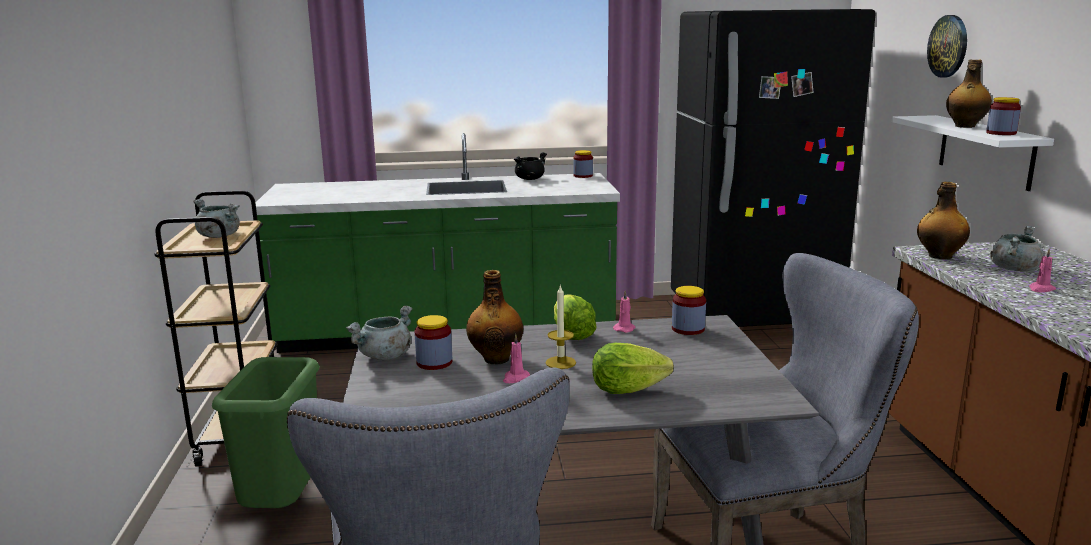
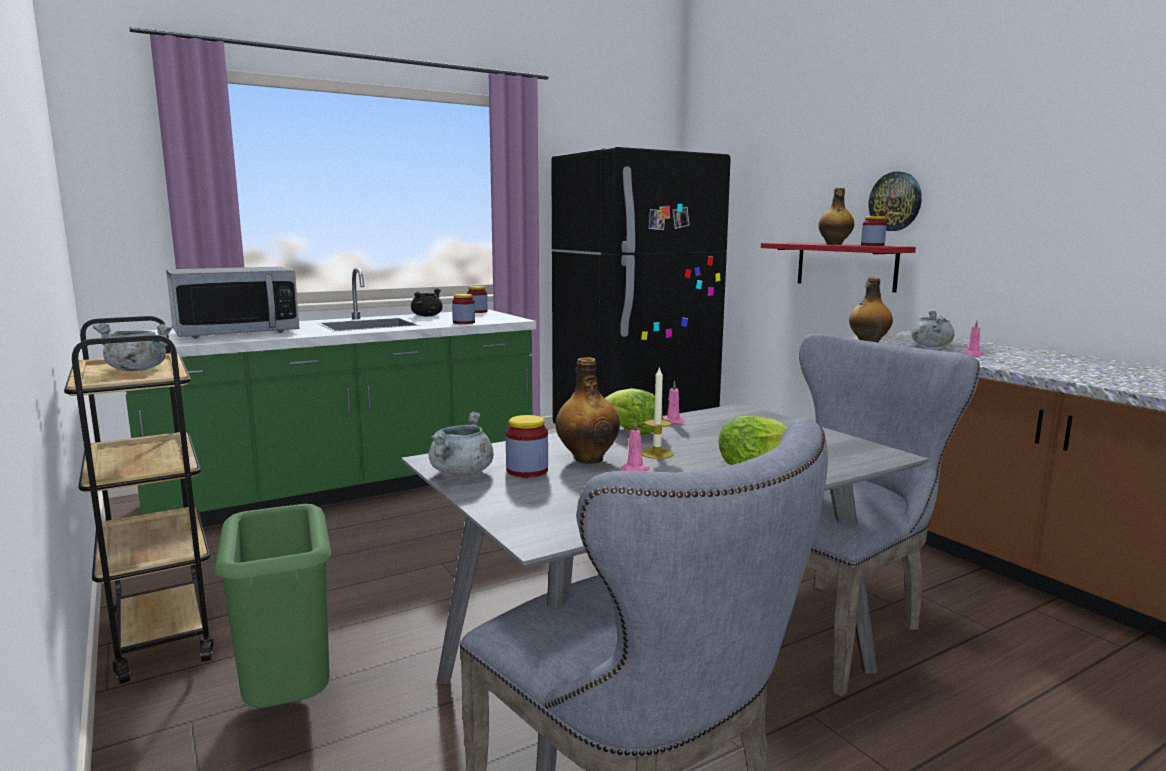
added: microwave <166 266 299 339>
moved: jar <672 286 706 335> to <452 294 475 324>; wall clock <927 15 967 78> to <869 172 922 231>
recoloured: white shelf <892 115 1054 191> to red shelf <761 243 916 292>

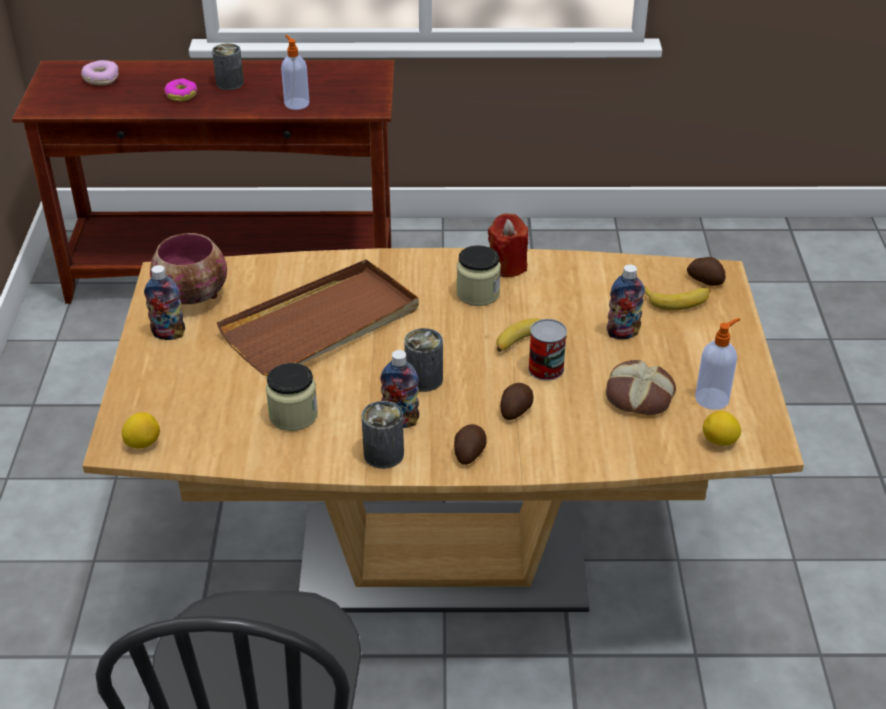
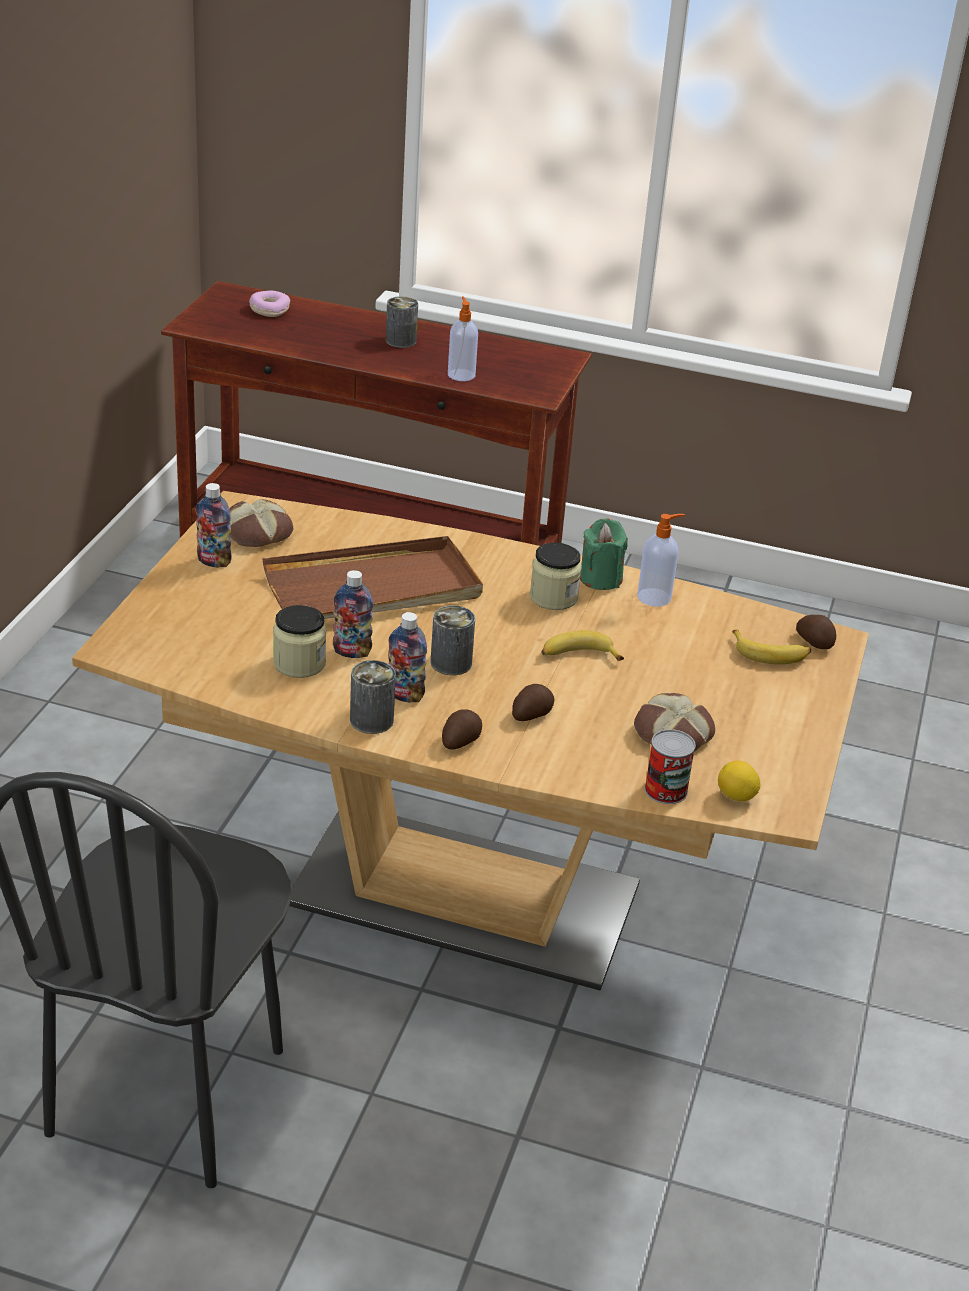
removed: lemon <122 412 160 448>; donut <165 79 197 101>
moved: can <528 319 567 381> to <645 729 696 804>; bottle <607 264 645 339> to <333 570 373 658>; soap dispenser <695 318 740 410> to <637 514 685 607>
replaced: bowl <150 233 227 304> to bread <229 499 293 547>
recoloured: red candle <488 213 528 277> to green candle <580 518 628 590>

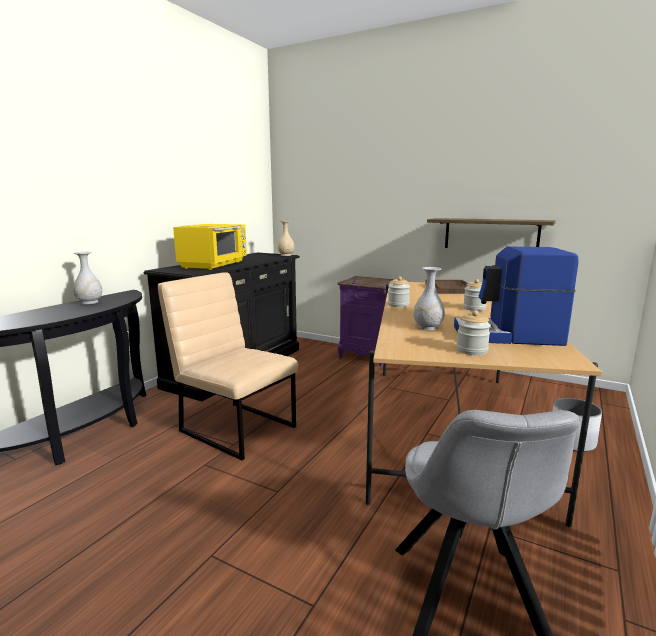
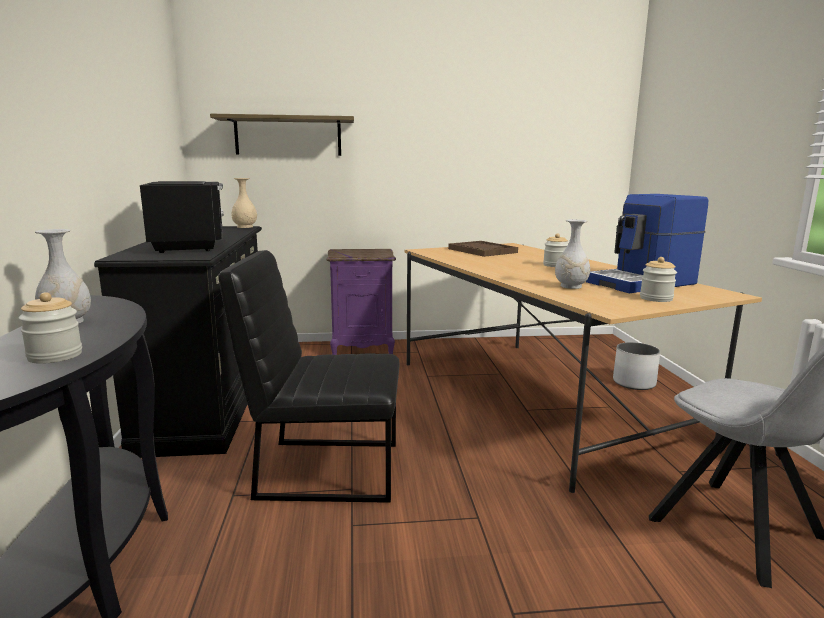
moved: jar <388 276 410 307> to <19 292 82 364>; shelf <427 218 556 248> to <210 114 354 156>
recoloured: beige chair <158 272 298 460> to black chair <218 250 399 503>; yellow microwave <173 224 247 270> to black microwave <140 181 224 253>

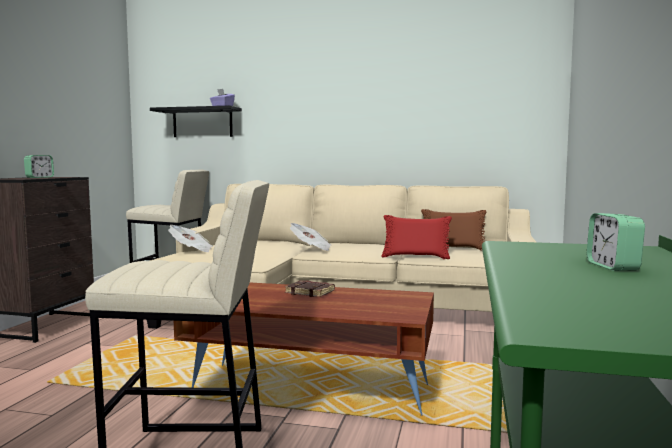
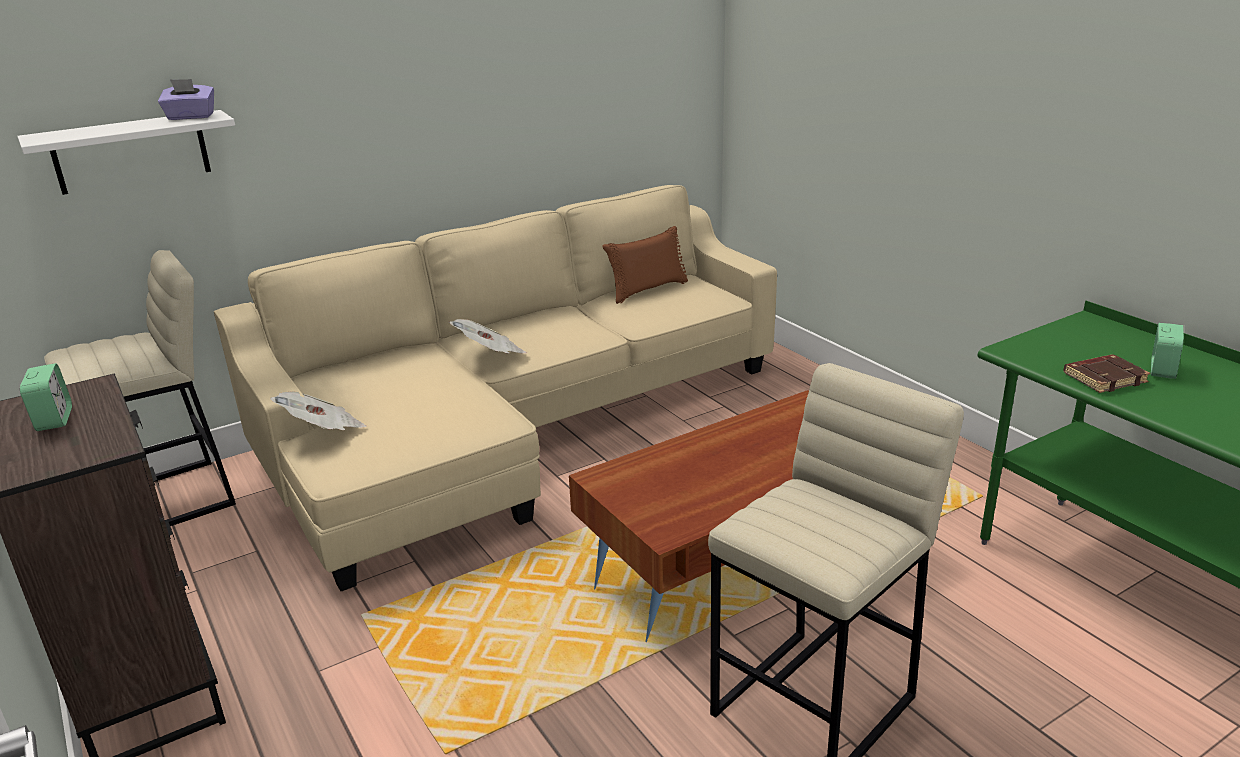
removed: red pillow <382 215 452 260>
moved: brown book <285 280 335 297> to <1064 354 1150 393>
recoloured: black shelf <150 106 242 137> to white shelf <17 110 235 195>
turned: alarm clock <587 213 645 271> = <1151 323 1184 379> 105 degrees counterclockwise

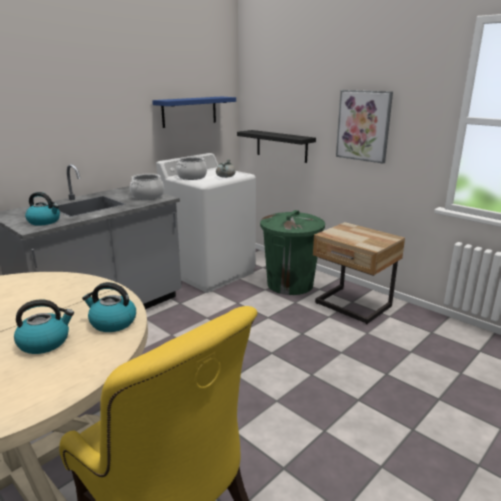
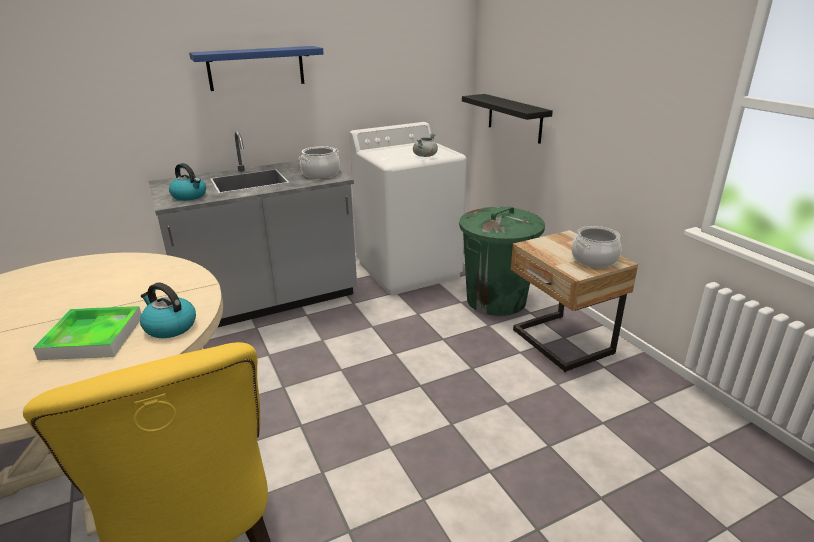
removed: picture <336 90 393 164>
moved: blue shelf <152 97 236 128> to <189 46 324 91>; cooking pot <176 157 207 180> to <571 226 621 268>
replaced: kettle <14 299 74 354> to tray <33 306 141 360>

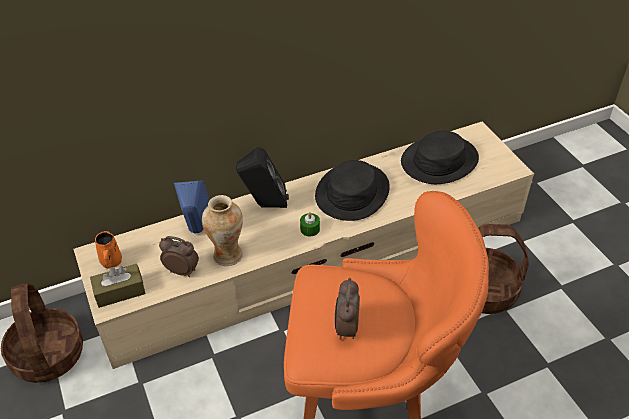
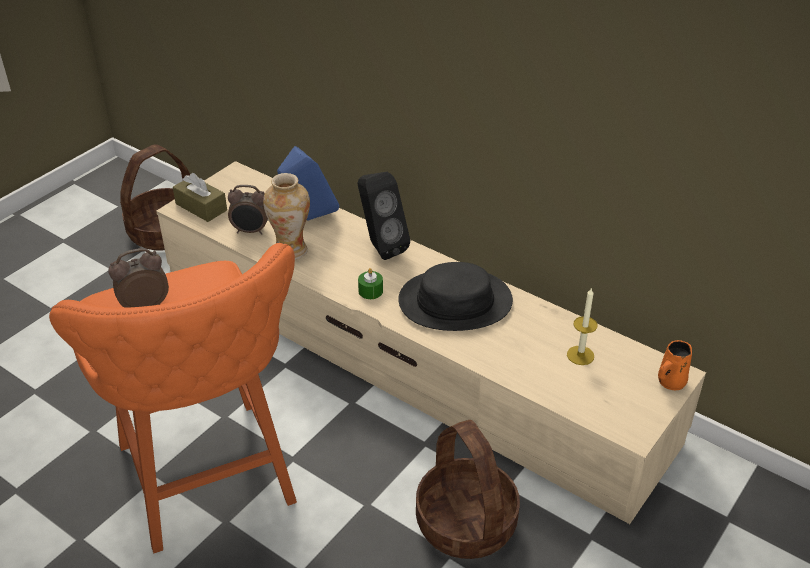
moved: orange mug <95 231 122 268> to <658 340 692 390>
replaced: black hat <401 131 479 184> to candle <567 287 598 365>
turned: alarm clock <159 236 199 277> = <228 185 268 235> 105 degrees clockwise

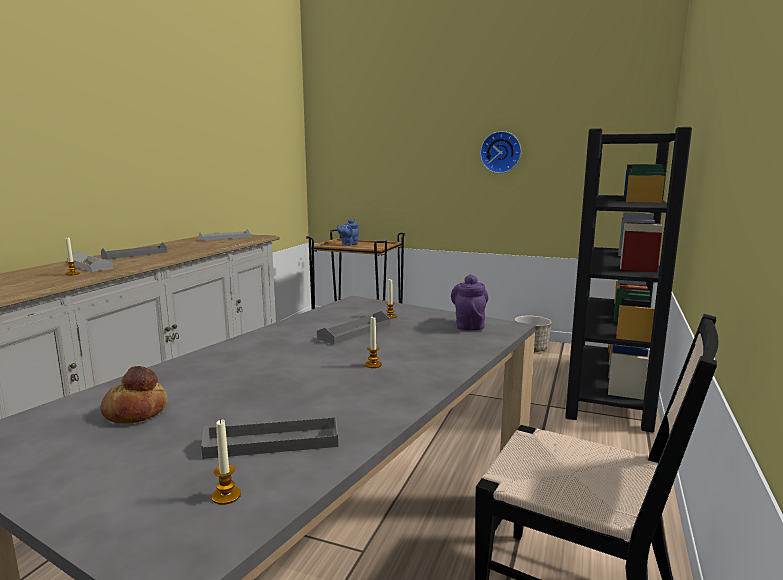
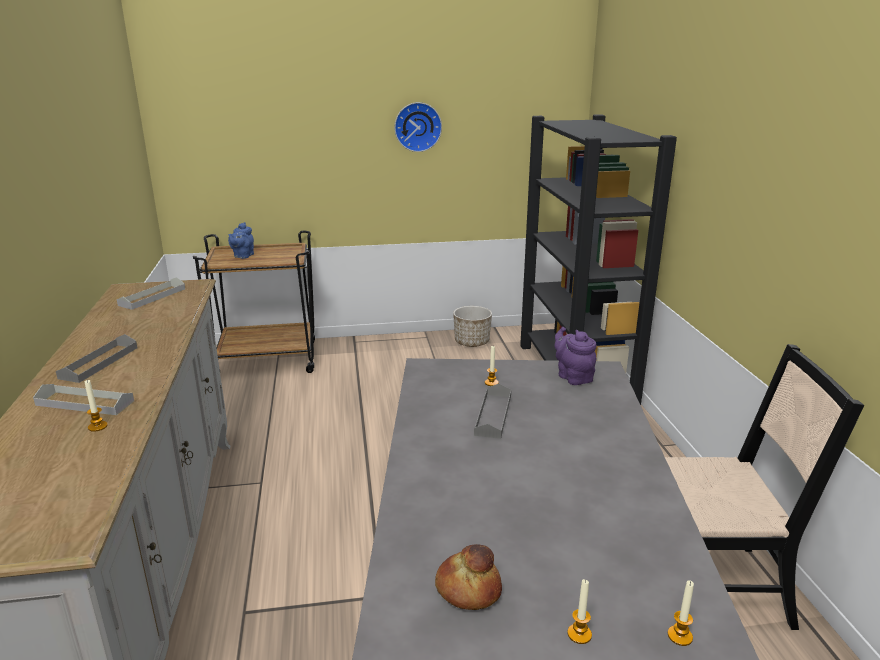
removed: grey tray <201 416 338 459>
moved: candle <365 317 382 368> to <567 579 592 644>

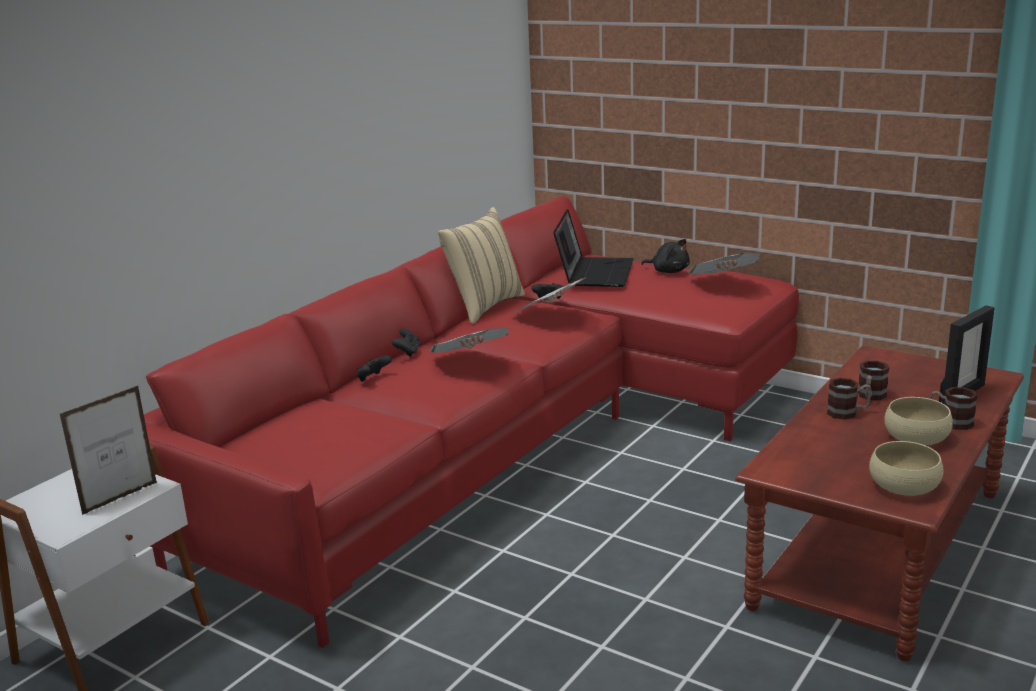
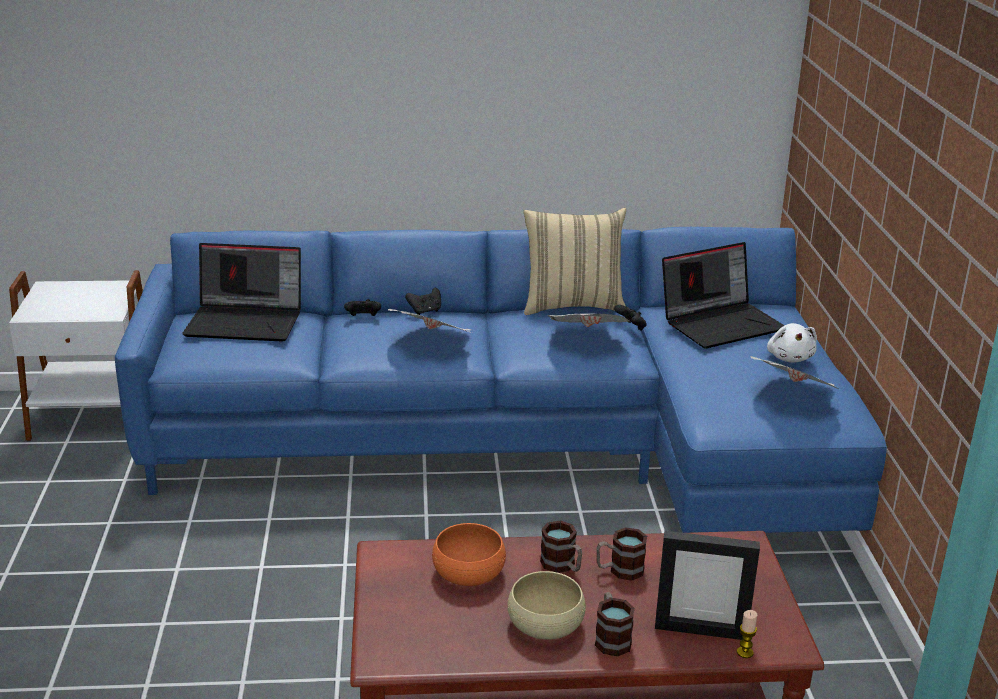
removed: picture frame <60 386 157 515>; beige bowl <869 441 944 496>
added: laptop <182 243 301 342>; orange bowl <432 523 506 586>; candle <737 610 757 658>
recoloured: red sofa <144 196 799 648> to blue sofa <115 227 887 533>; black plush toy <642 239 690 273> to white plush toy <767 323 817 362>

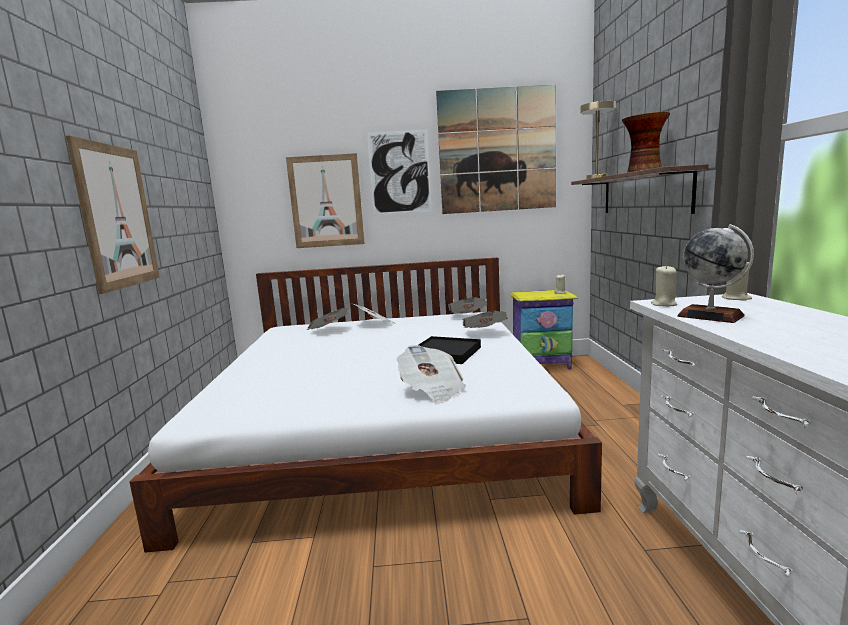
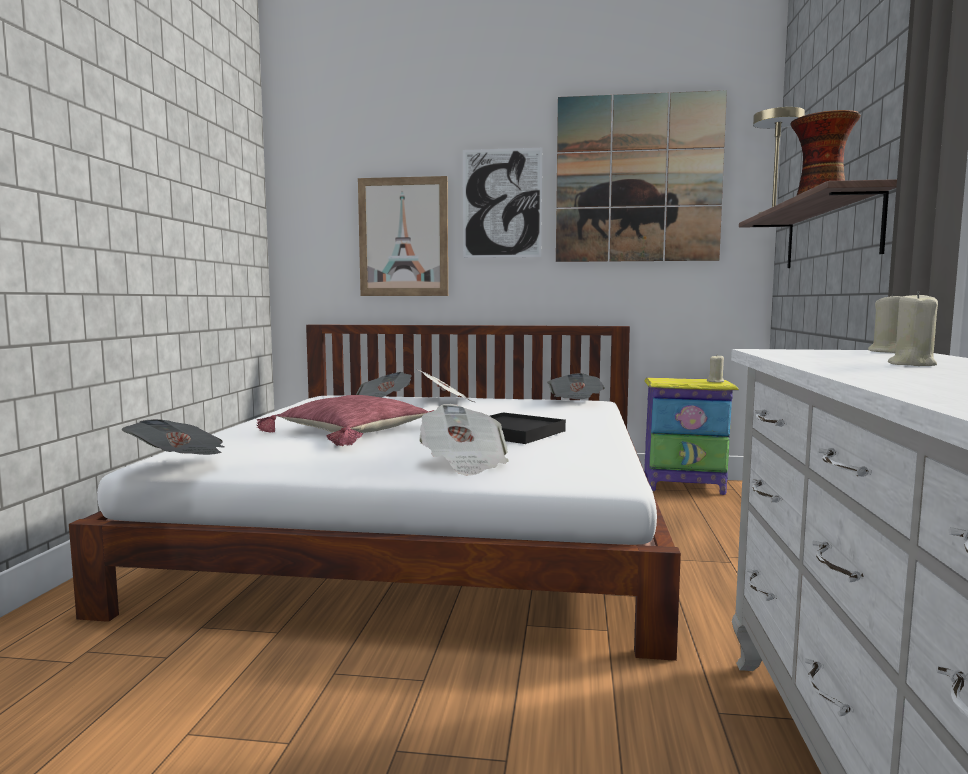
removed: picture <66 136 160 294>; globe <677 224 754 323>
added: red pillow <257 395 434 446>
moved: newspaper <463 311 508 328> to <122 419 225 455>; beige candle <651 265 677 307> to <888 291 938 366>

